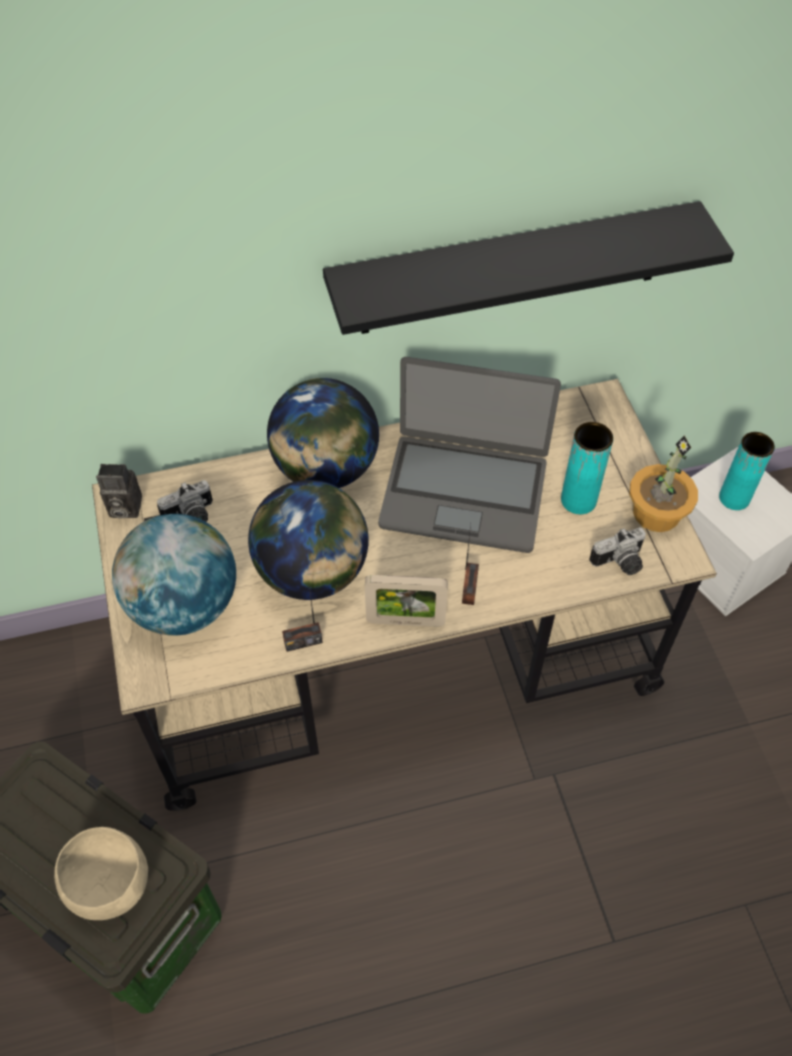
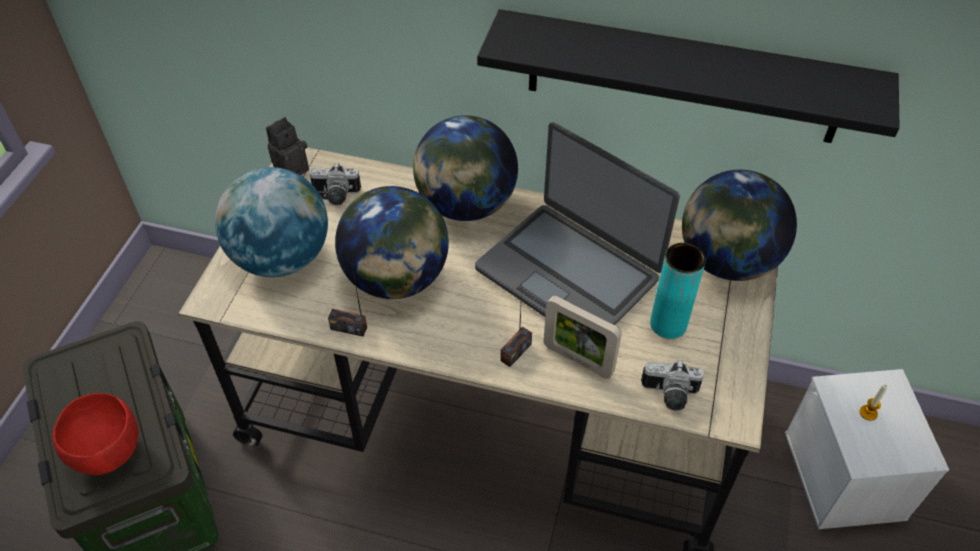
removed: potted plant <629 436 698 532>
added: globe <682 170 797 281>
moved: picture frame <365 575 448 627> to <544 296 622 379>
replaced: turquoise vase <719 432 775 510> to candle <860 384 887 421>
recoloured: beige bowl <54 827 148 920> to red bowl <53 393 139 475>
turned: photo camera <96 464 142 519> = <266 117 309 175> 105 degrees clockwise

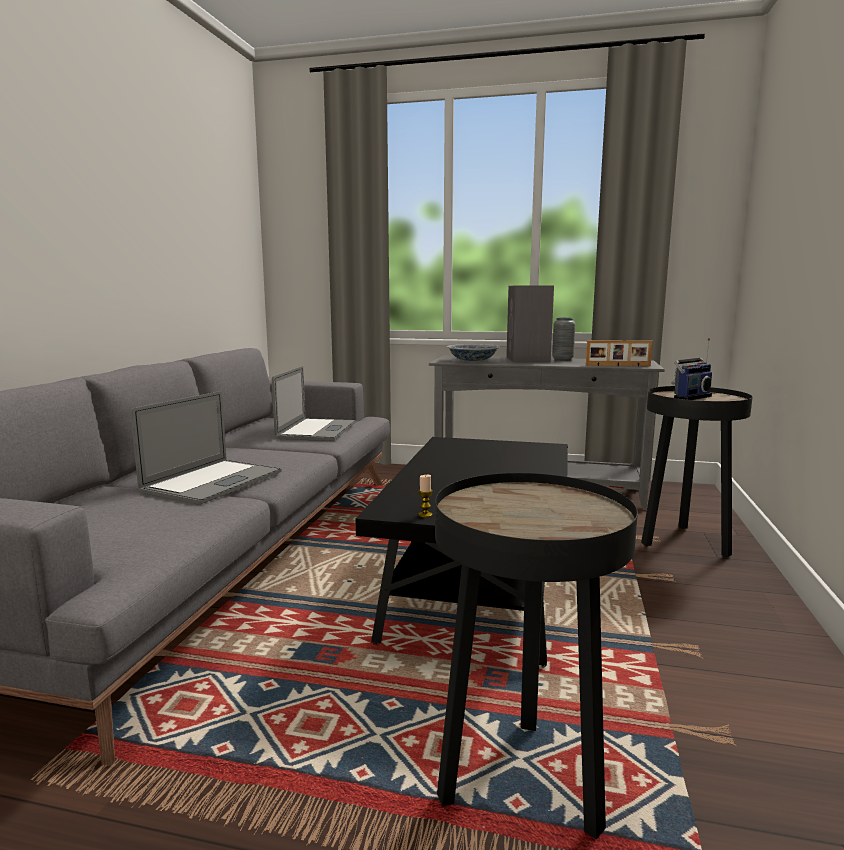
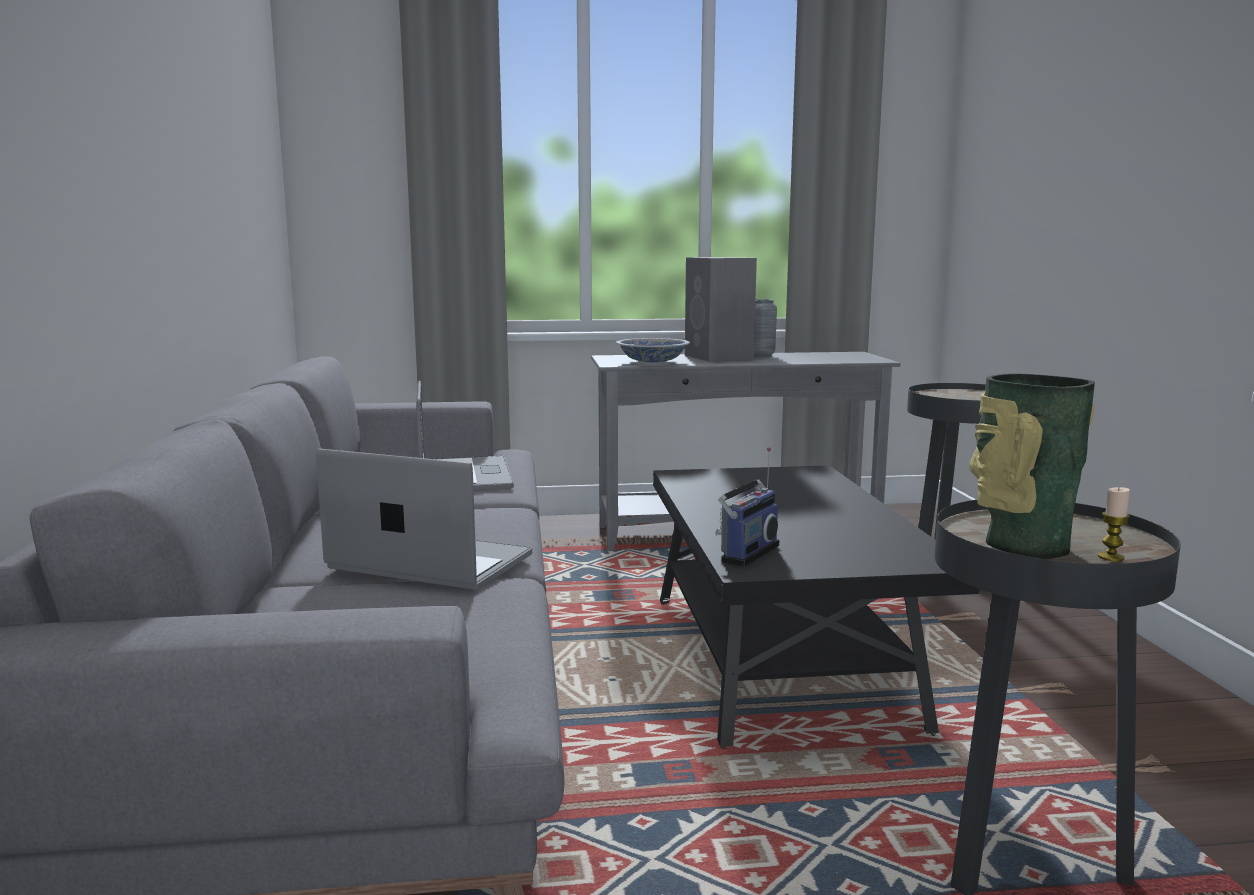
removed: picture frame <586 340 653 366>
added: vase <969 373 1095 559>
moved: candle <418 475 433 518> to <1098 487 1130 562>; radio <671 338 712 400> to <715 447 779 567>
turned: laptop <130 391 282 505> = <316 448 532 590> 75 degrees counterclockwise

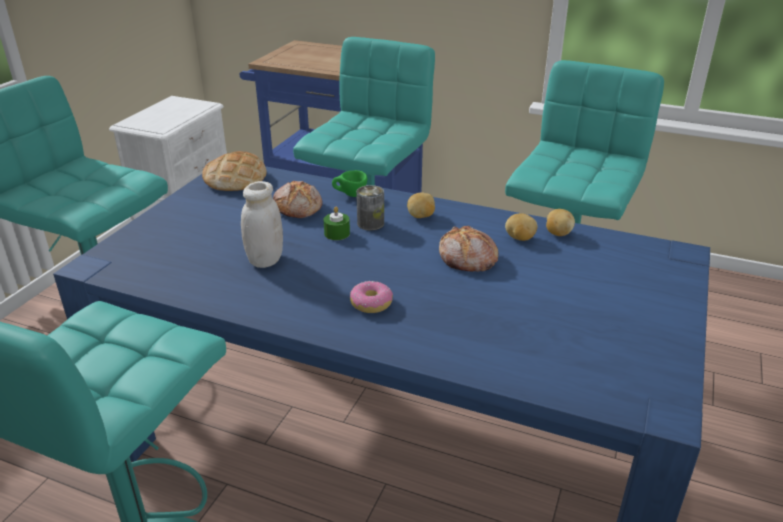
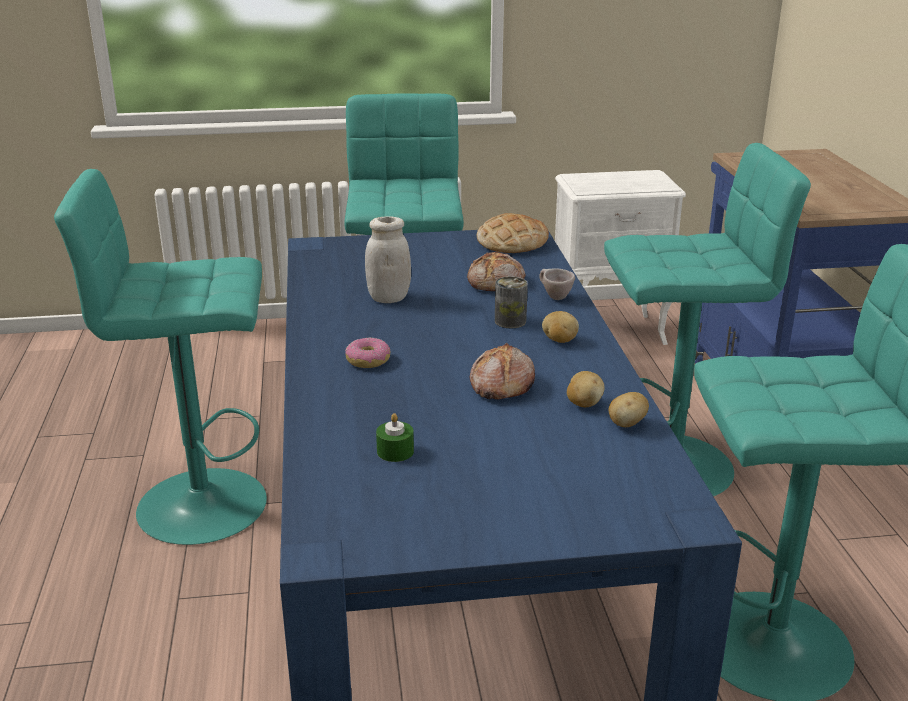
moved: green candle <324 206 350 240> to <376 413 414 462>
recoloured: green cup <332 170 367 197> to beige cup <539 268 575 300>

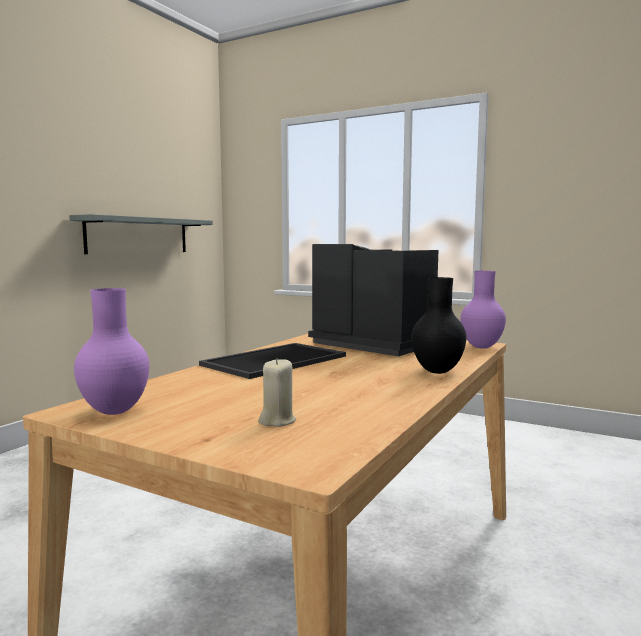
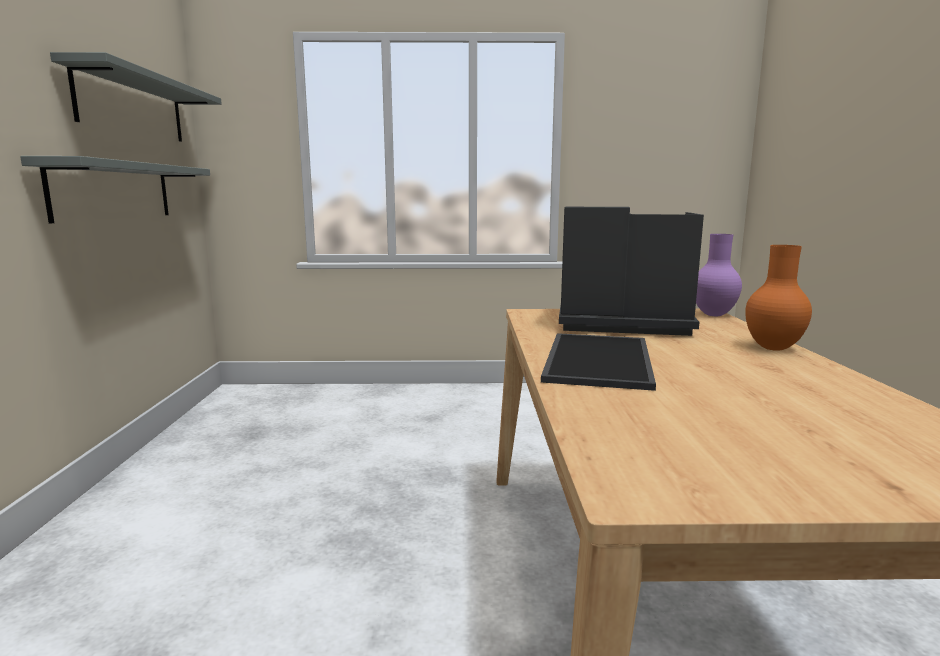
removed: purple vase <74 288 149 415>; beige candle <258 358 296 427>
added: grey shelf <50 52 222 142>
recoloured: black vase <411 277 466 374> to orange vase <745 245 812 351>

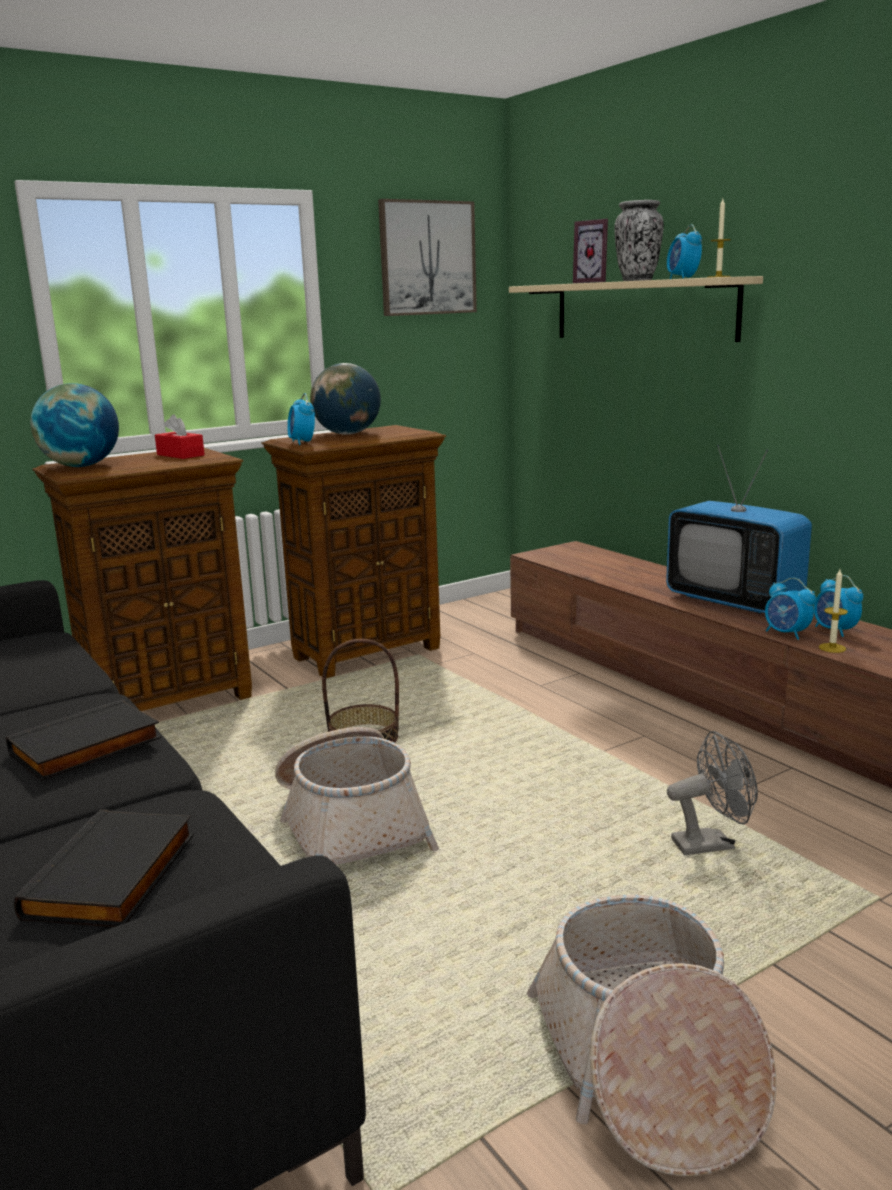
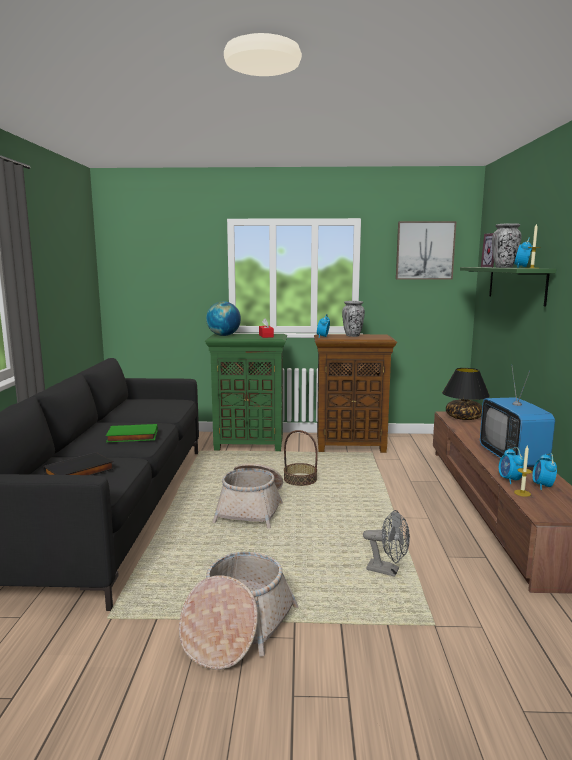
added: black table lamp <442 368 490 420>
replaced: globe <310 363 381 435> to vase <342 301 365 337>
recoloured: black book <6 699 161 781> to green book <106 424 158 442>; brown cabinet <32 448 252 711> to green cabinet <205 334 287 451>; beige shelf <509 276 763 342> to green shelf <460 267 556 307>

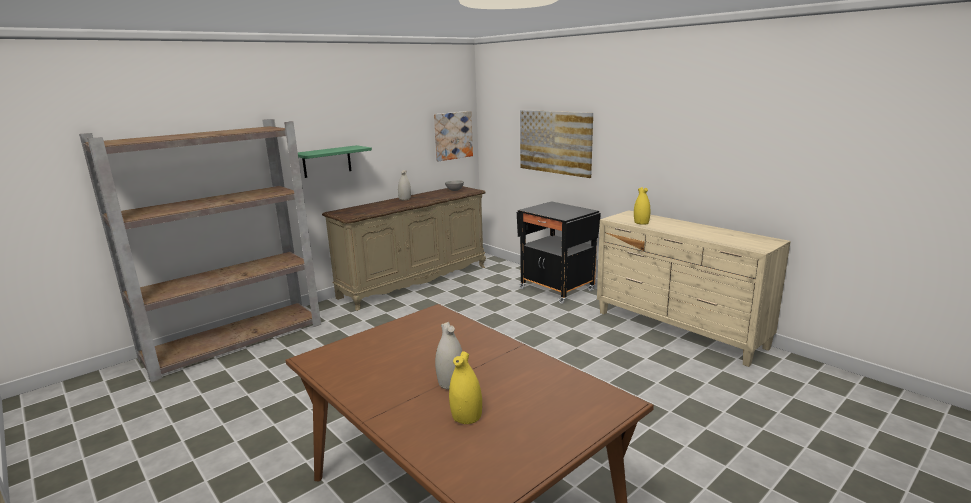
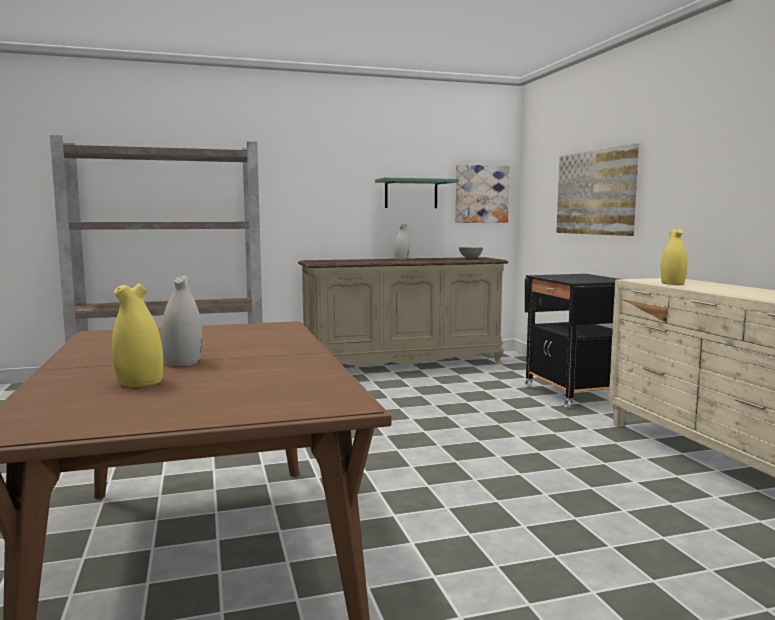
moved: green shelf <298 145 372 178> to <375 178 459 208>

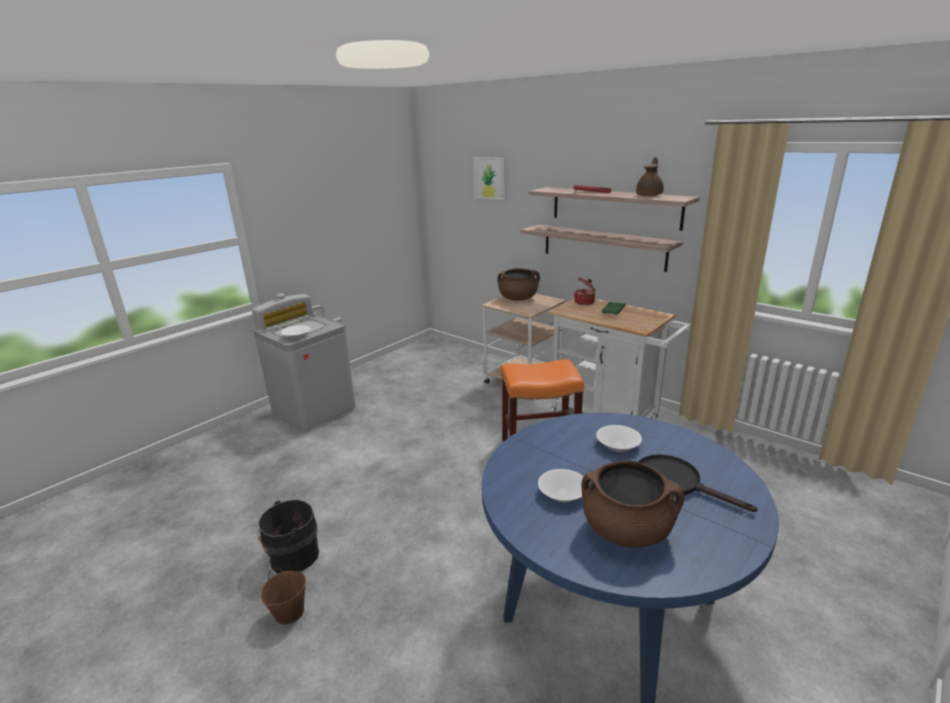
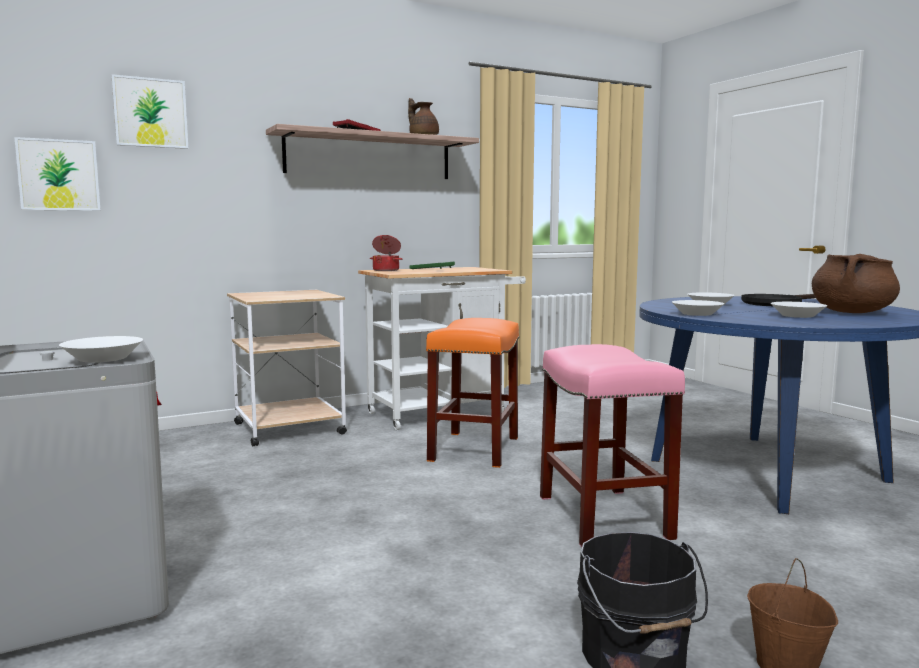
removed: brown cooking pot <497 268 540 301>; shelf <520 225 683 272>
added: picture <14 137 101 211>; pink stool <540 344 685 547>; white bowl <672 300 724 316>

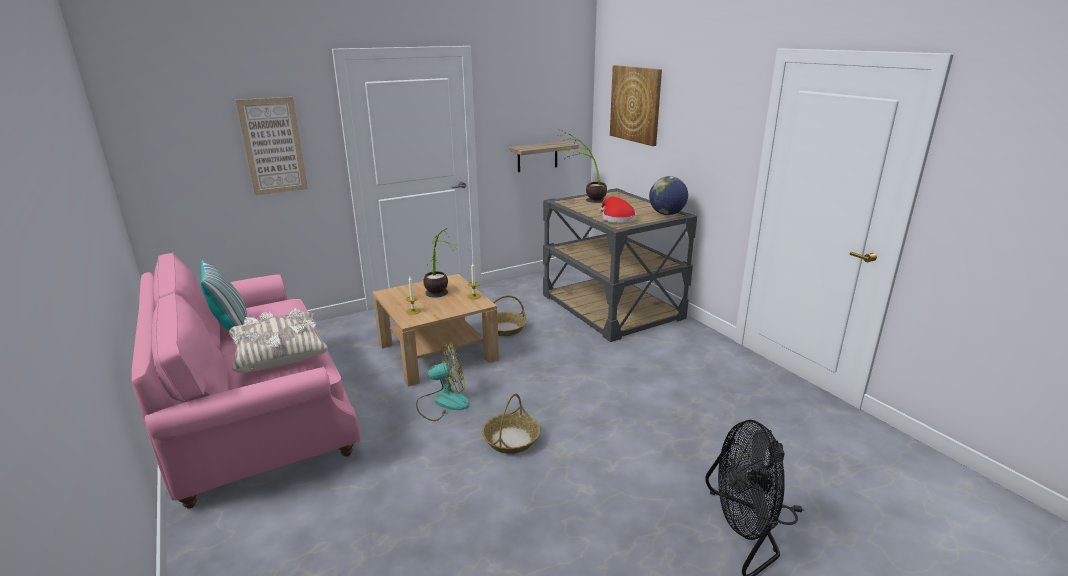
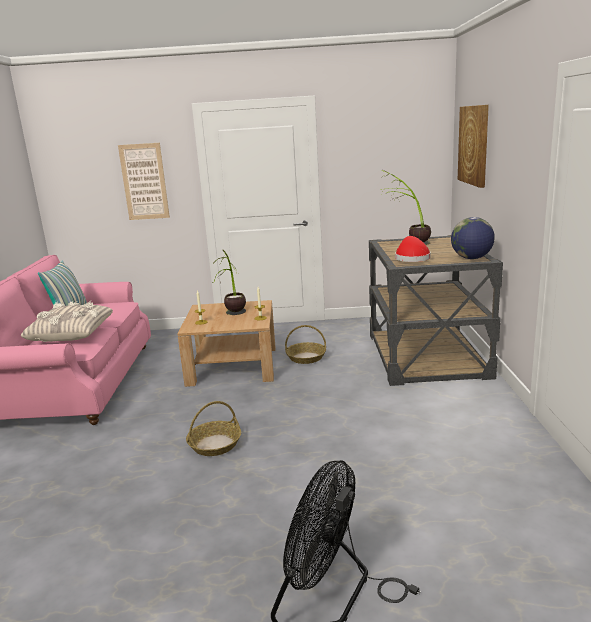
removed: fan <416 343 469 421>; shelf <509 141 579 172>

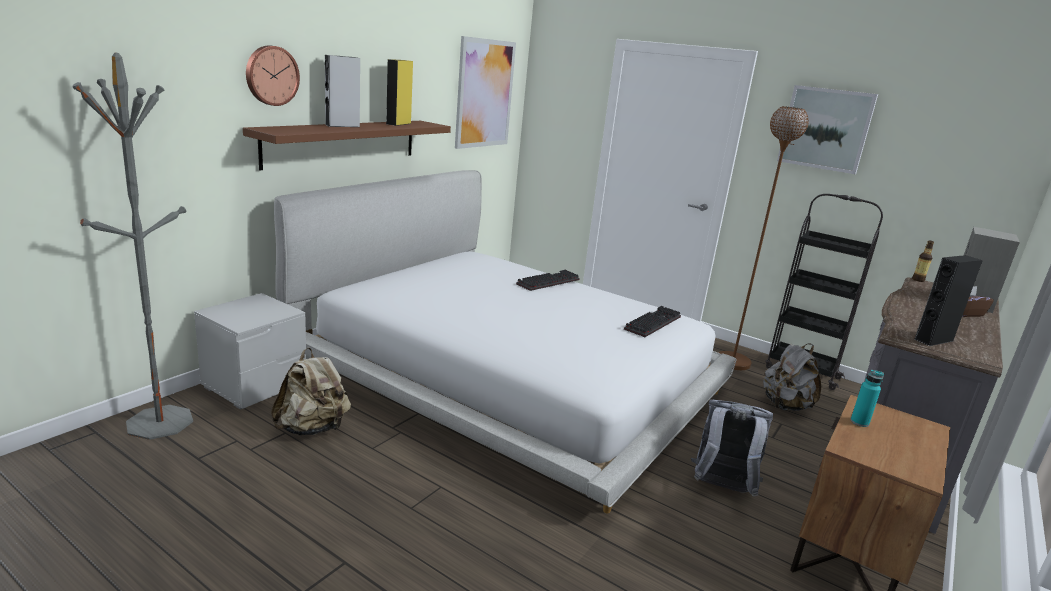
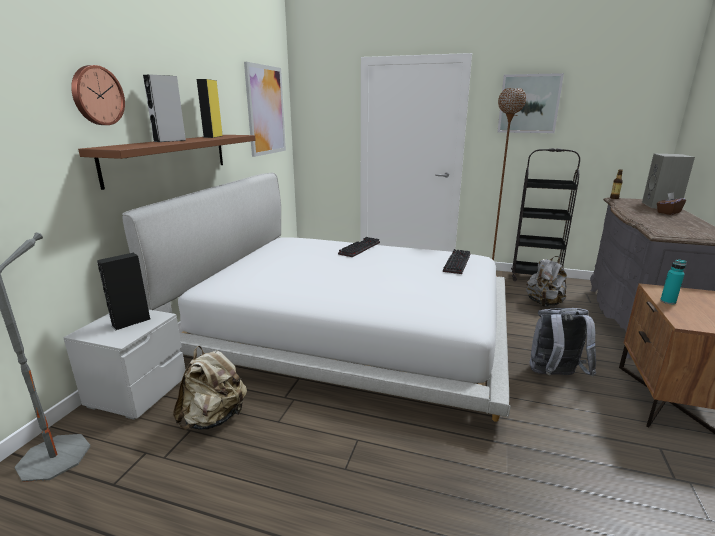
moved: black speaker <914 255 983 346> to <97 253 151 330>

